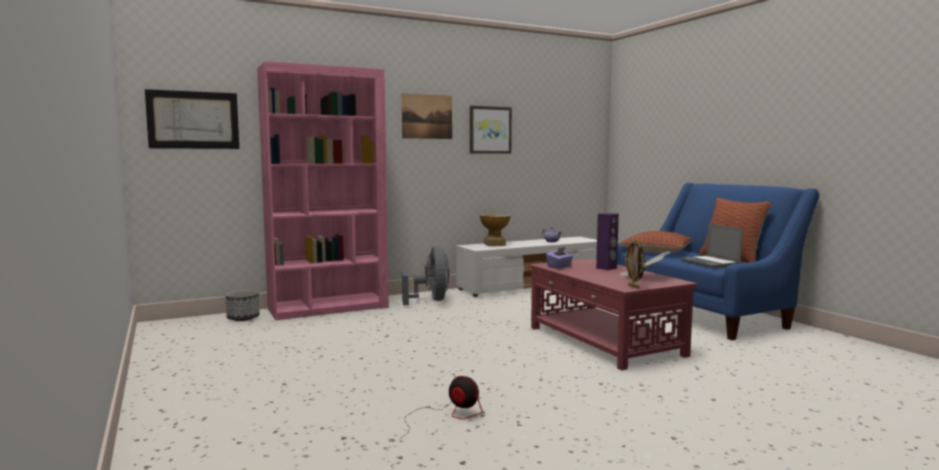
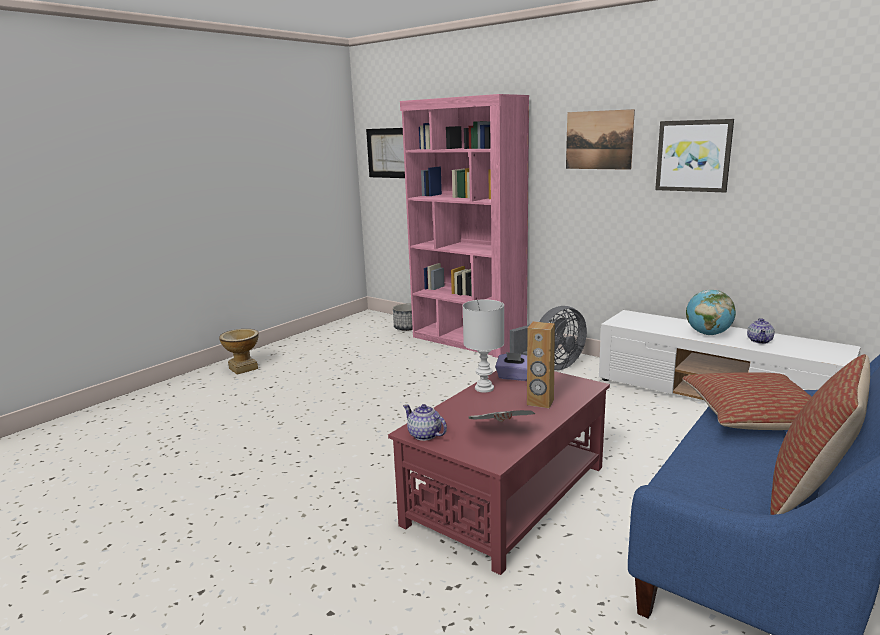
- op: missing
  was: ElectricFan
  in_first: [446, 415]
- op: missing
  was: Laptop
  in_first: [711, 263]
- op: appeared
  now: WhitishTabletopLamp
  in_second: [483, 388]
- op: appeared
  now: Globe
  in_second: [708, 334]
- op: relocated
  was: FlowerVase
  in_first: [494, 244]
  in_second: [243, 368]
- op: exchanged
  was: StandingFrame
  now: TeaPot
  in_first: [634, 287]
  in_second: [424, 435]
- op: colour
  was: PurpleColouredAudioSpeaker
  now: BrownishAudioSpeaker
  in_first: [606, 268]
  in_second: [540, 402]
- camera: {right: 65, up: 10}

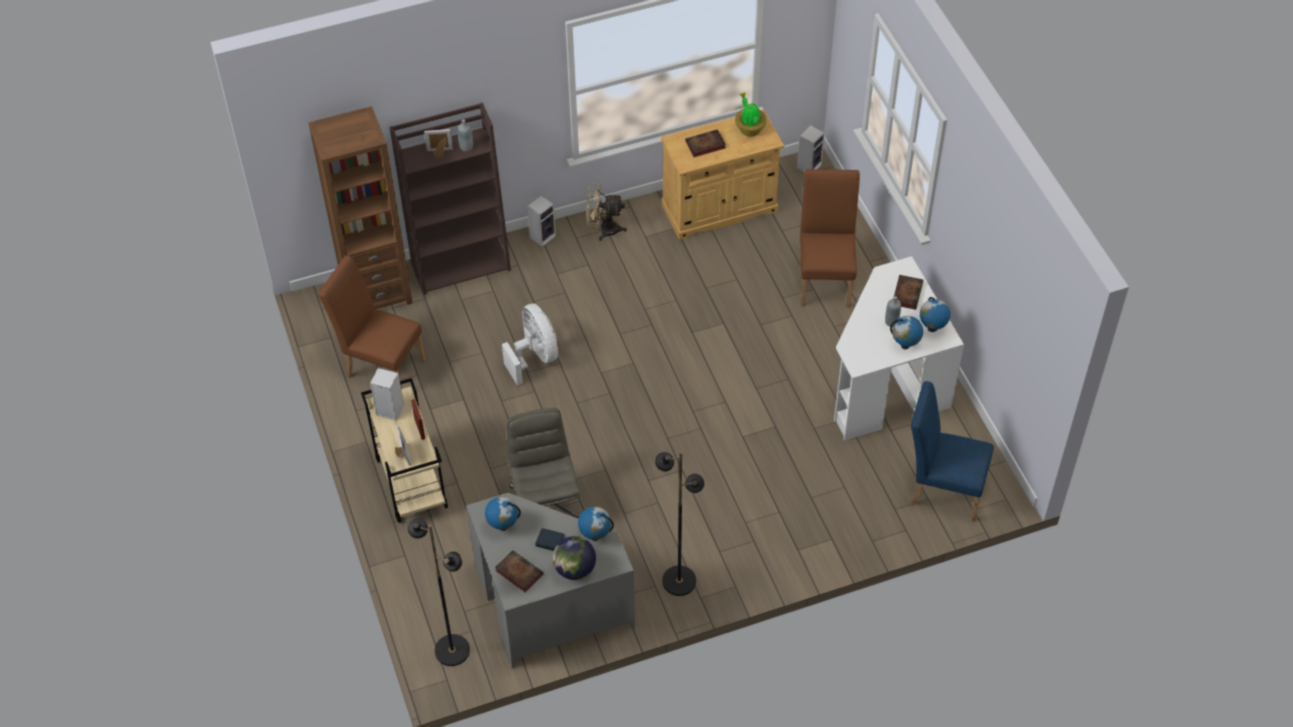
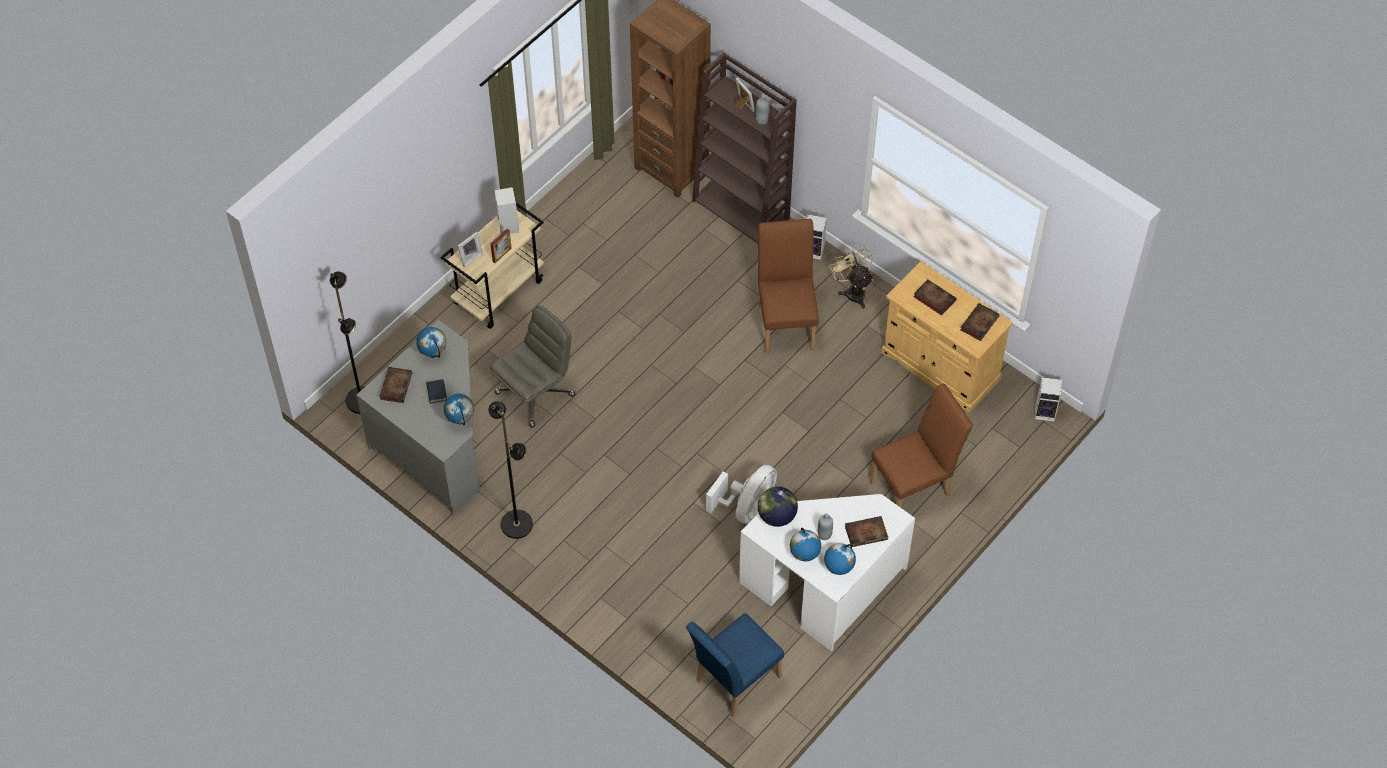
- op: relocated
  was: BrownishUprightChair
  in_first: [381, 365]
  in_second: [786, 321]
- op: relocated
  was: WhitishElectricFan
  in_first: [535, 357]
  in_second: [747, 507]
- op: relocated
  was: Globe
  in_first: [574, 569]
  in_second: [776, 516]
- op: exchanged
  was: PlantInAPot
  now: Book
  in_first: [749, 128]
  in_second: [979, 322]
- op: spun
  was: BluishUprightChair
  in_first: [941, 489]
  in_second: [733, 682]
  clockwise: -120
- camera: {right: 60, up: 5}

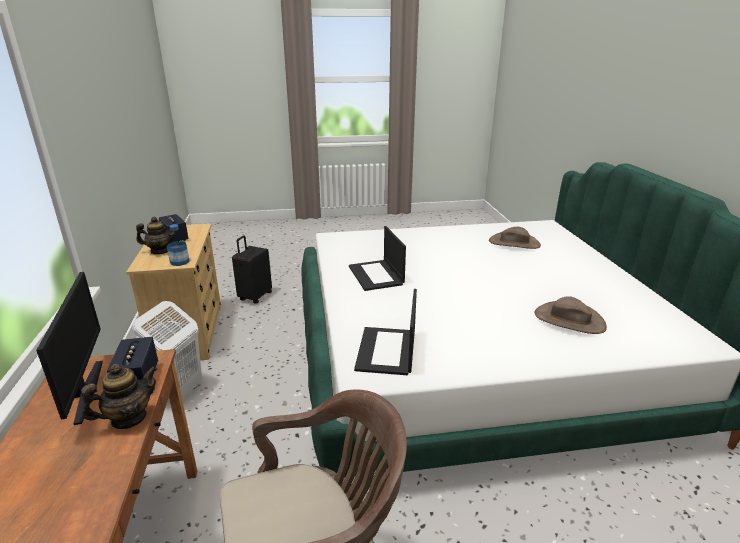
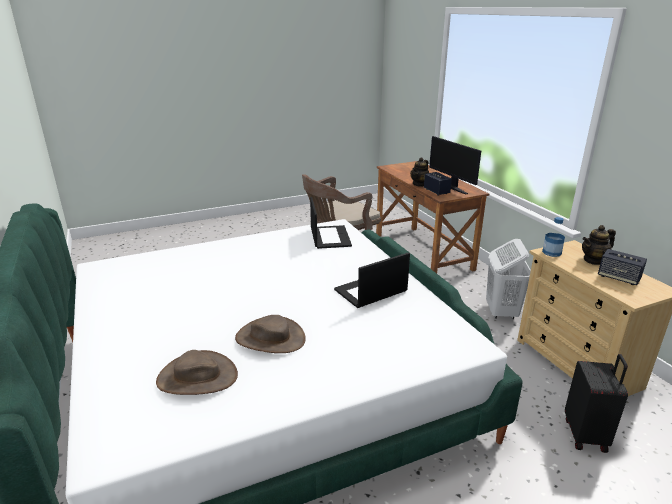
- op: relocated
  was: BrownishWearableHat
  in_first: [569, 320]
  in_second: [270, 338]
- op: spun
  was: Laptop
  in_first: [376, 275]
  in_second: [370, 291]
  clockwise: -90
- camera: {right: 165, up: 0}

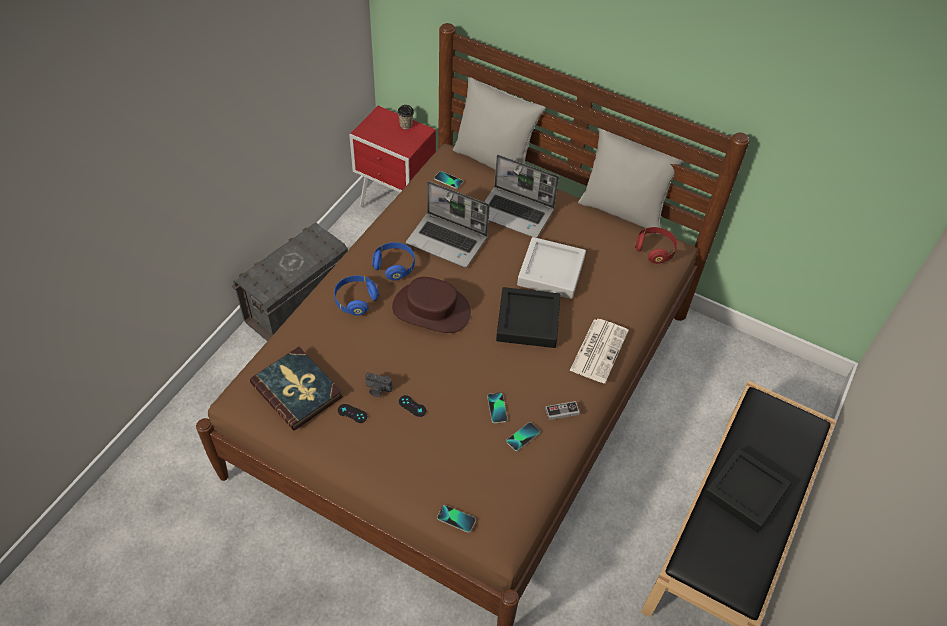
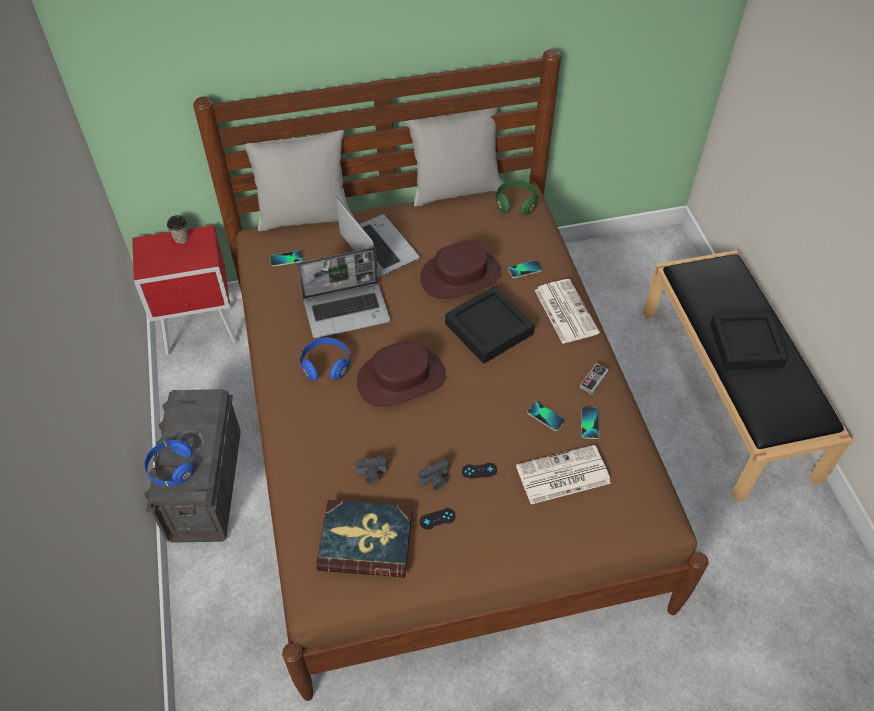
- op: appeared
  now: StillCamera
  in_second: [372, 475]
- op: appeared
  now: PrintedPaper
  in_second: [562, 476]
- op: relocated
  was: BluishPairOfHeadphones
  in_first: [356, 300]
  in_second: [171, 468]
- op: relocated
  was: Telephone
  in_first: [456, 519]
  in_second: [524, 269]
- op: exchanged
  was: GrayTray
  now: BrownishWearableHat
  in_first: [551, 272]
  in_second: [460, 276]
- op: colour
  was: RedColouredPairOfHeadphones
  now: GreenishPairOfHeadphones
  in_first: [655, 250]
  in_second: [516, 204]
- op: spun
  was: Laptop
  in_first: [516, 213]
  in_second: [377, 247]
  clockwise: -105
- camera: {right: -40, up: 0}

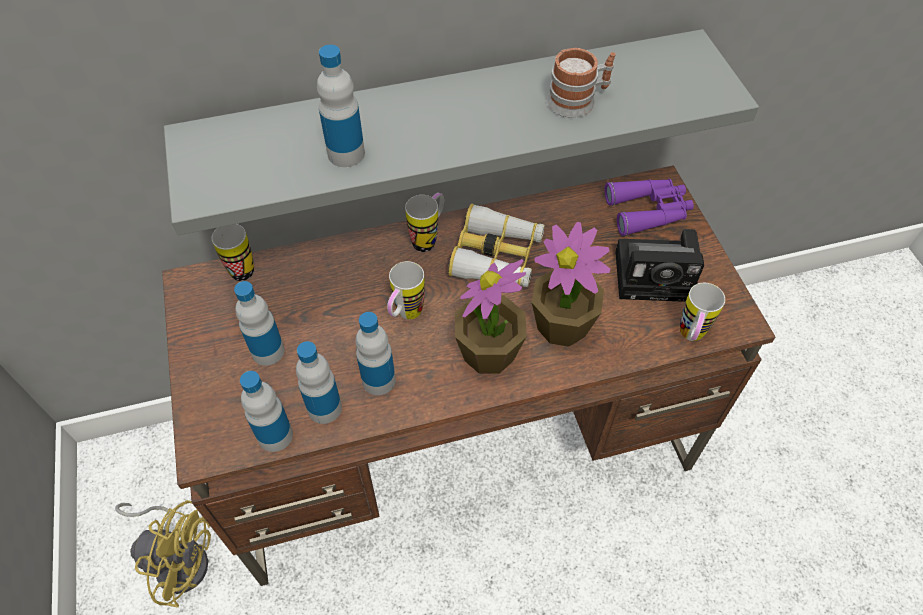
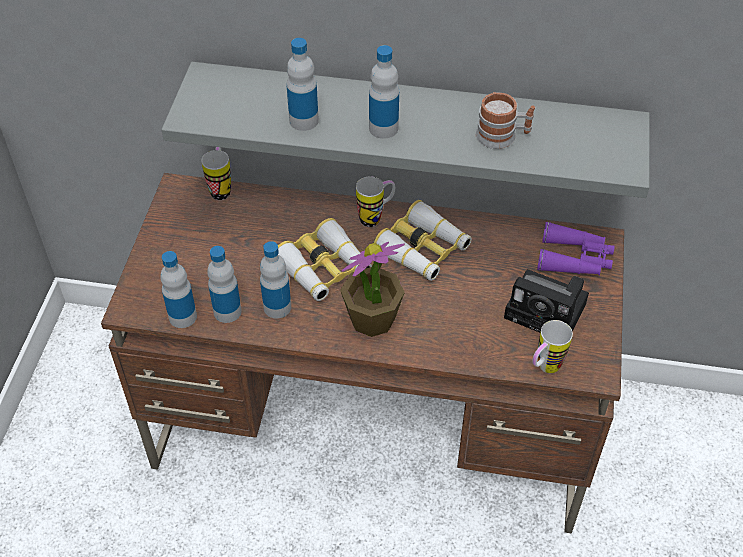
- op: missing
  was: YellowElectricFan
  in_first: [179, 557]
- op: missing
  was: PlantInAPot
  in_first: [562, 325]
- op: relocated
  was: DrinkBottle
  in_first: [268, 351]
  in_second: [383, 128]
- op: exchanged
  was: CoffeeMug
  now: FieldGlasses
  in_first: [405, 316]
  in_second: [324, 269]
- camera: {right: 25, up: -5}

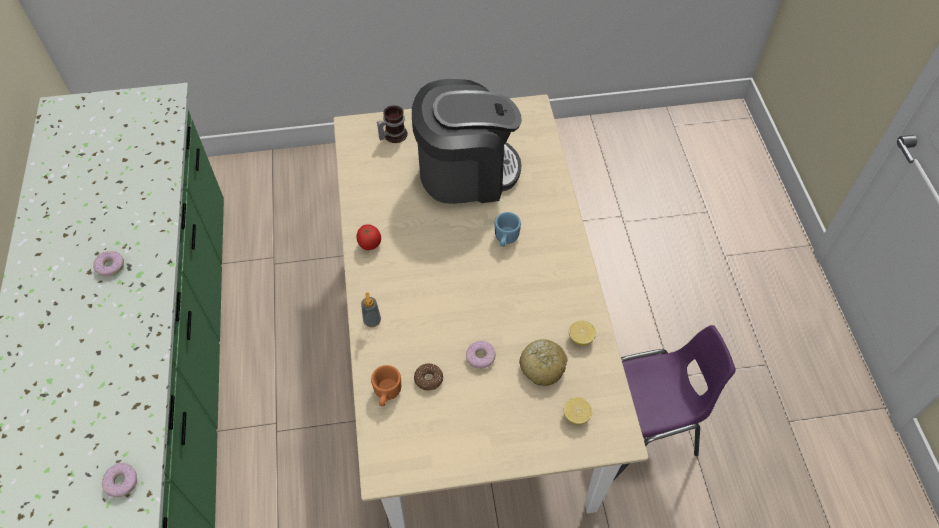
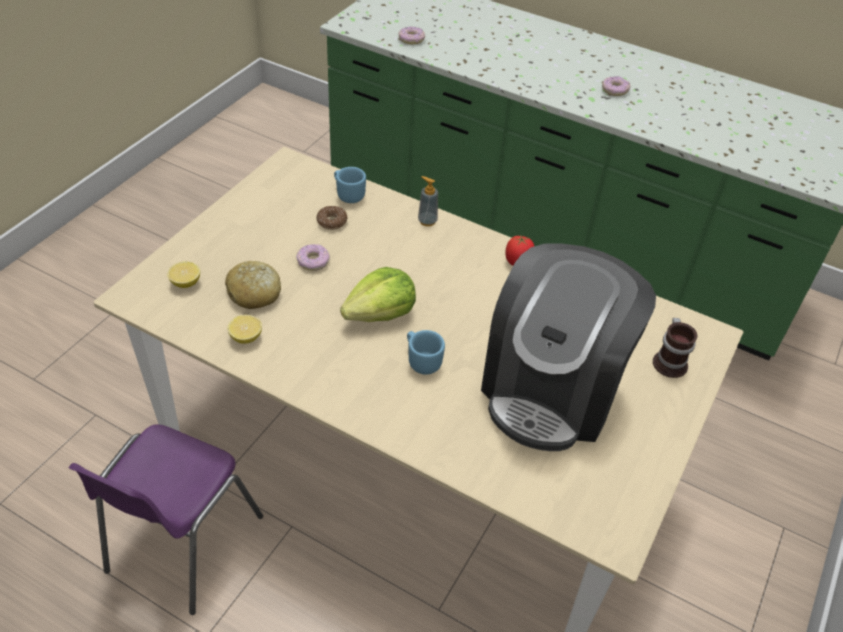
- op: appeared
  now: Lettuce
  in_second: [381, 314]
- op: colour
  was: OrangeyCoffeeMug
  now: BluishCoffeeMug
  in_first: [386, 394]
  in_second: [348, 194]
- camera: {right: 125, up: -10}

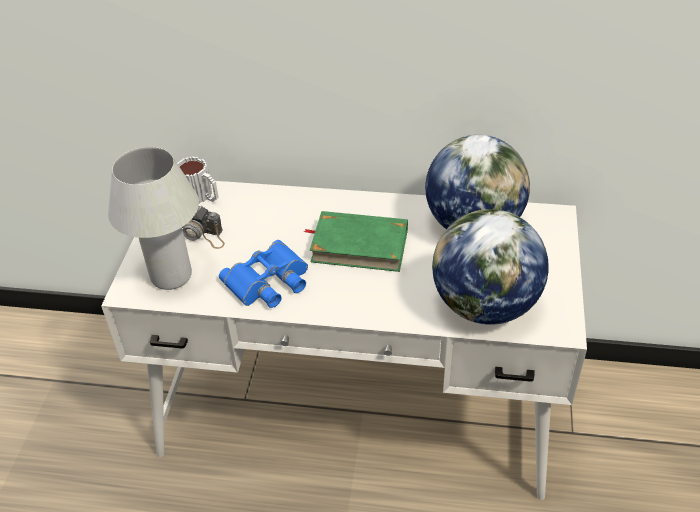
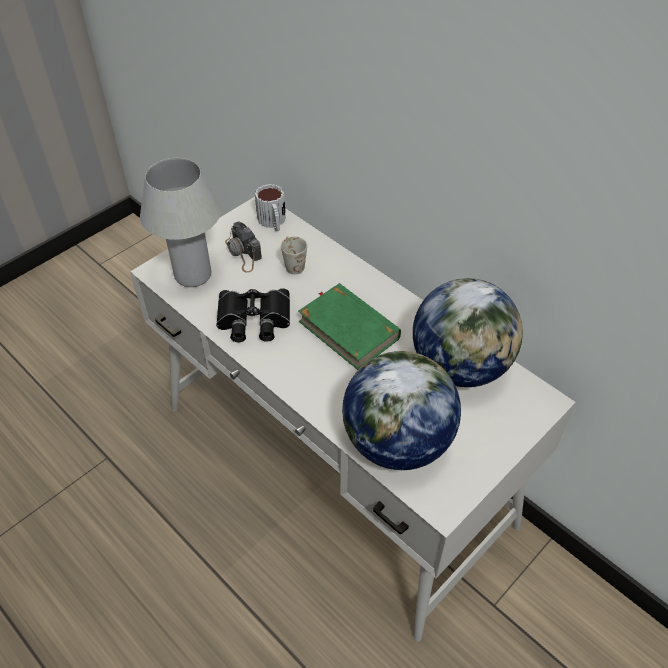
- op: appeared
  now: WhitishCoffeeMug
  in_second: [292, 263]
- op: colour
  was: BluishFieldGlasses
  now: BlackColouredFieldGlasses
  in_first: [269, 282]
  in_second: [253, 320]
- camera: {right: 35, up: 5}

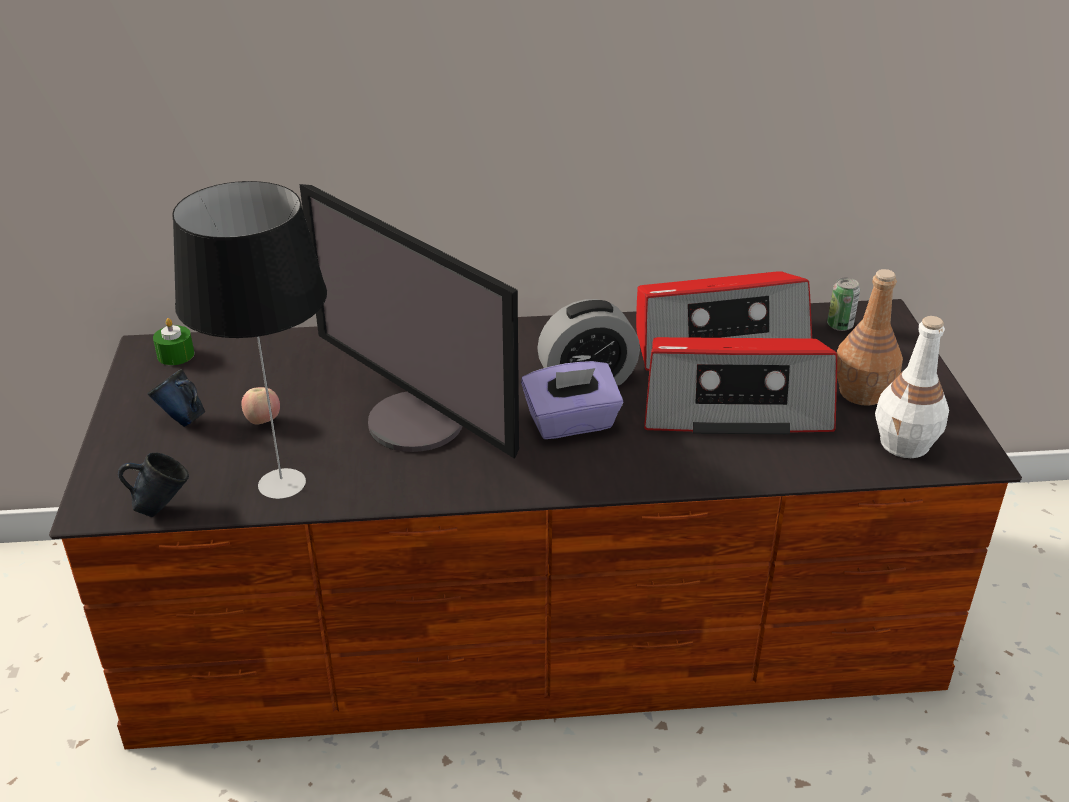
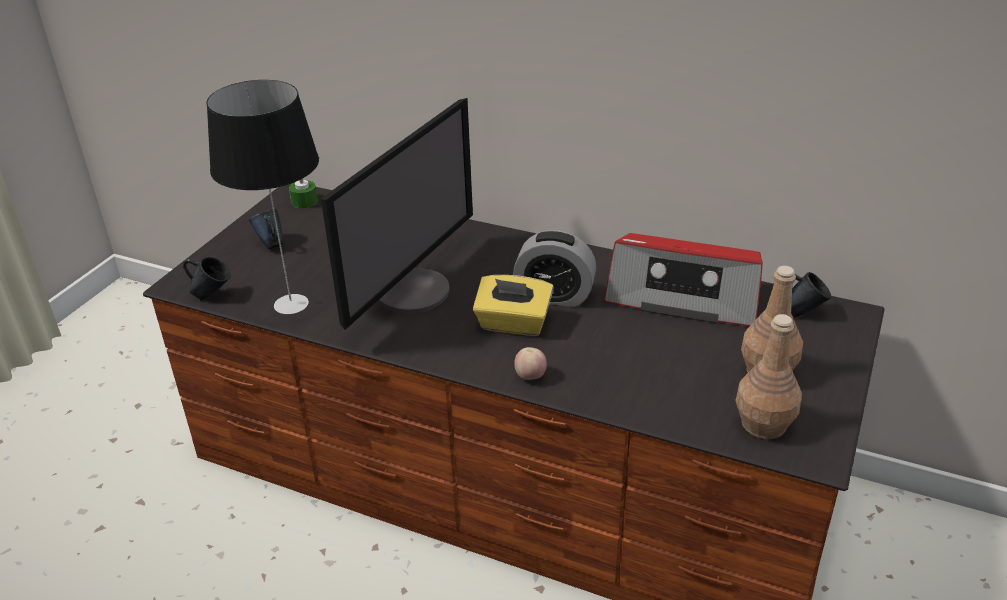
- op: missing
  was: RadioReceiver
  in_first: [734, 407]
- op: relocated
  was: WholeApple
  in_first: [263, 421]
  in_second: [530, 376]
- op: exchanged
  was: SealedCan
  now: BluishCoffeeMug
  in_first: [840, 325]
  in_second: [802, 313]
- op: colour
  was: PurpleColouredTissueBox
  now: YellowTissueBox
  in_first: [571, 423]
  in_second: [513, 324]
- op: colour
  was: WhitishDrinkBottle
  now: BrownishDrinkBottle
  in_first: [905, 444]
  in_second: [764, 425]
- op: spun
  was: ComputerDisplay
  in_first: [419, 422]
  in_second: [411, 290]
  clockwise: -135
- camera: {right: 30, up: 0}

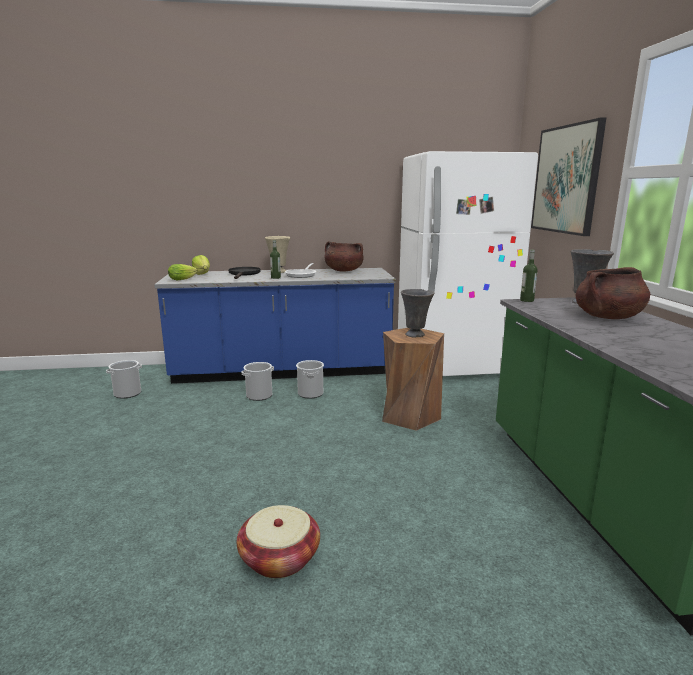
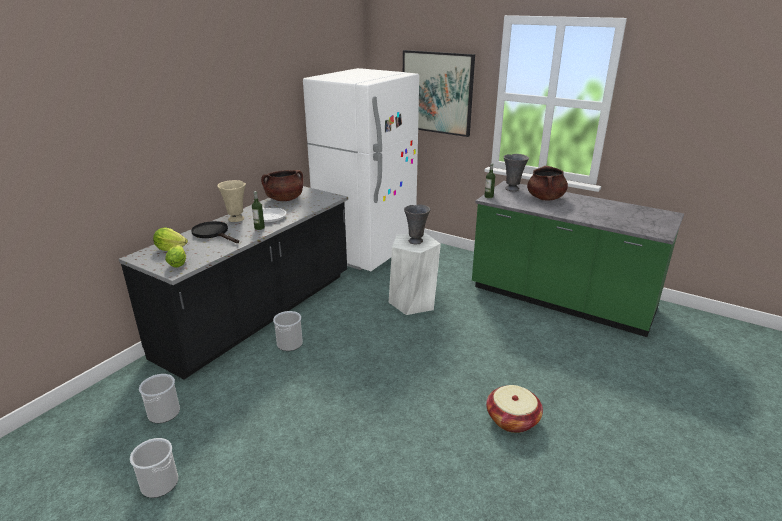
- op: relocated
  was: Pail
  in_first: [310, 393]
  in_second: [159, 483]
- op: colour
  was: BluishKitchenCounter
  now: BlackColouredKitchenCounter
  in_first: [282, 371]
  in_second: [260, 314]
- op: colour
  was: BrownishStoolSeat
  now: WhitishStoolSeat
  in_first: [409, 416]
  in_second: [413, 302]
- camera: {right: -50, up: 10}

